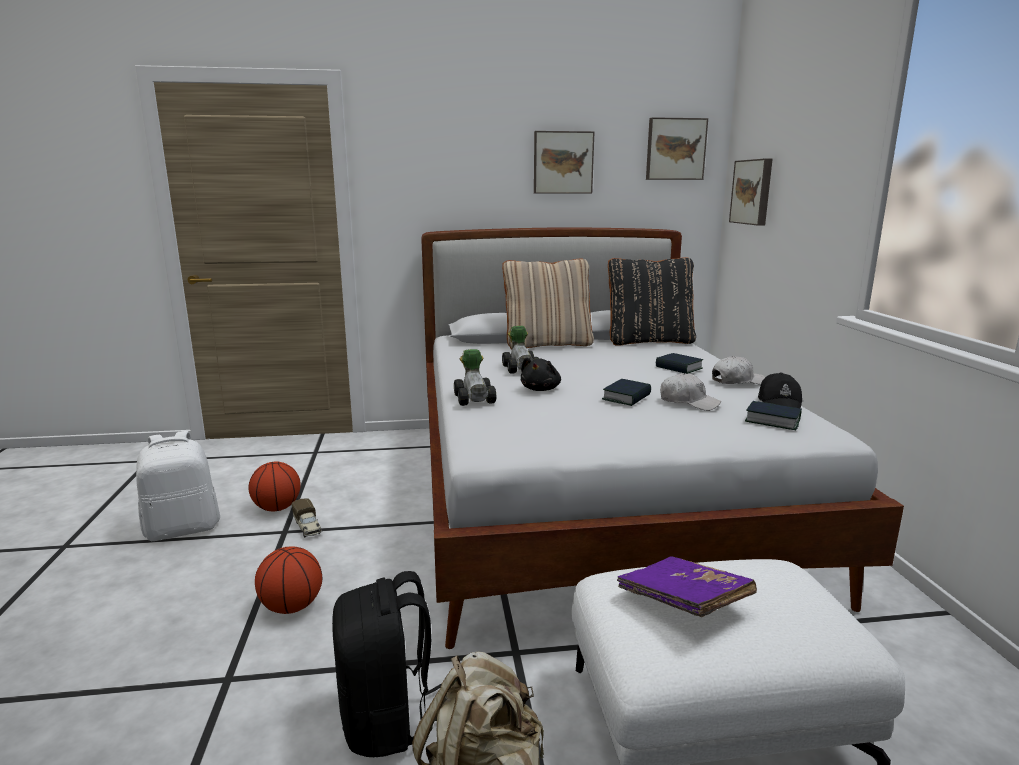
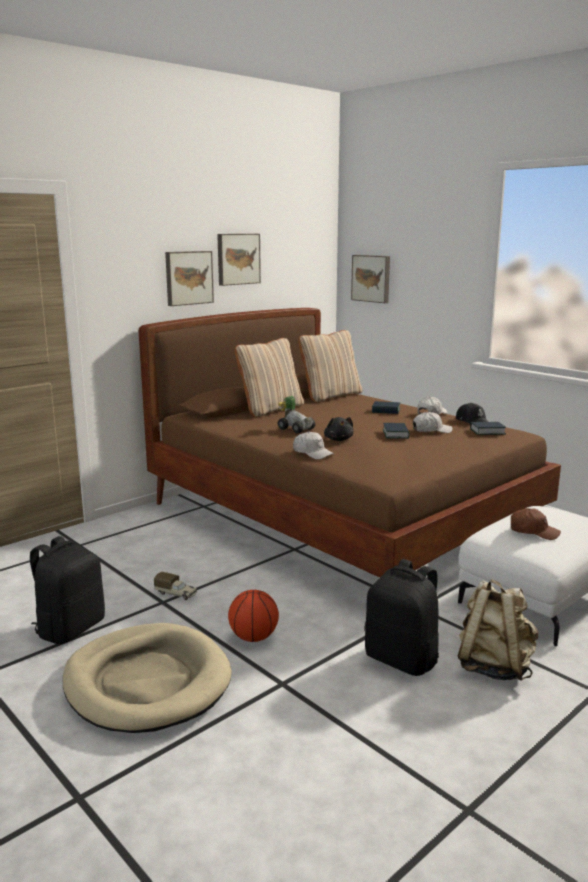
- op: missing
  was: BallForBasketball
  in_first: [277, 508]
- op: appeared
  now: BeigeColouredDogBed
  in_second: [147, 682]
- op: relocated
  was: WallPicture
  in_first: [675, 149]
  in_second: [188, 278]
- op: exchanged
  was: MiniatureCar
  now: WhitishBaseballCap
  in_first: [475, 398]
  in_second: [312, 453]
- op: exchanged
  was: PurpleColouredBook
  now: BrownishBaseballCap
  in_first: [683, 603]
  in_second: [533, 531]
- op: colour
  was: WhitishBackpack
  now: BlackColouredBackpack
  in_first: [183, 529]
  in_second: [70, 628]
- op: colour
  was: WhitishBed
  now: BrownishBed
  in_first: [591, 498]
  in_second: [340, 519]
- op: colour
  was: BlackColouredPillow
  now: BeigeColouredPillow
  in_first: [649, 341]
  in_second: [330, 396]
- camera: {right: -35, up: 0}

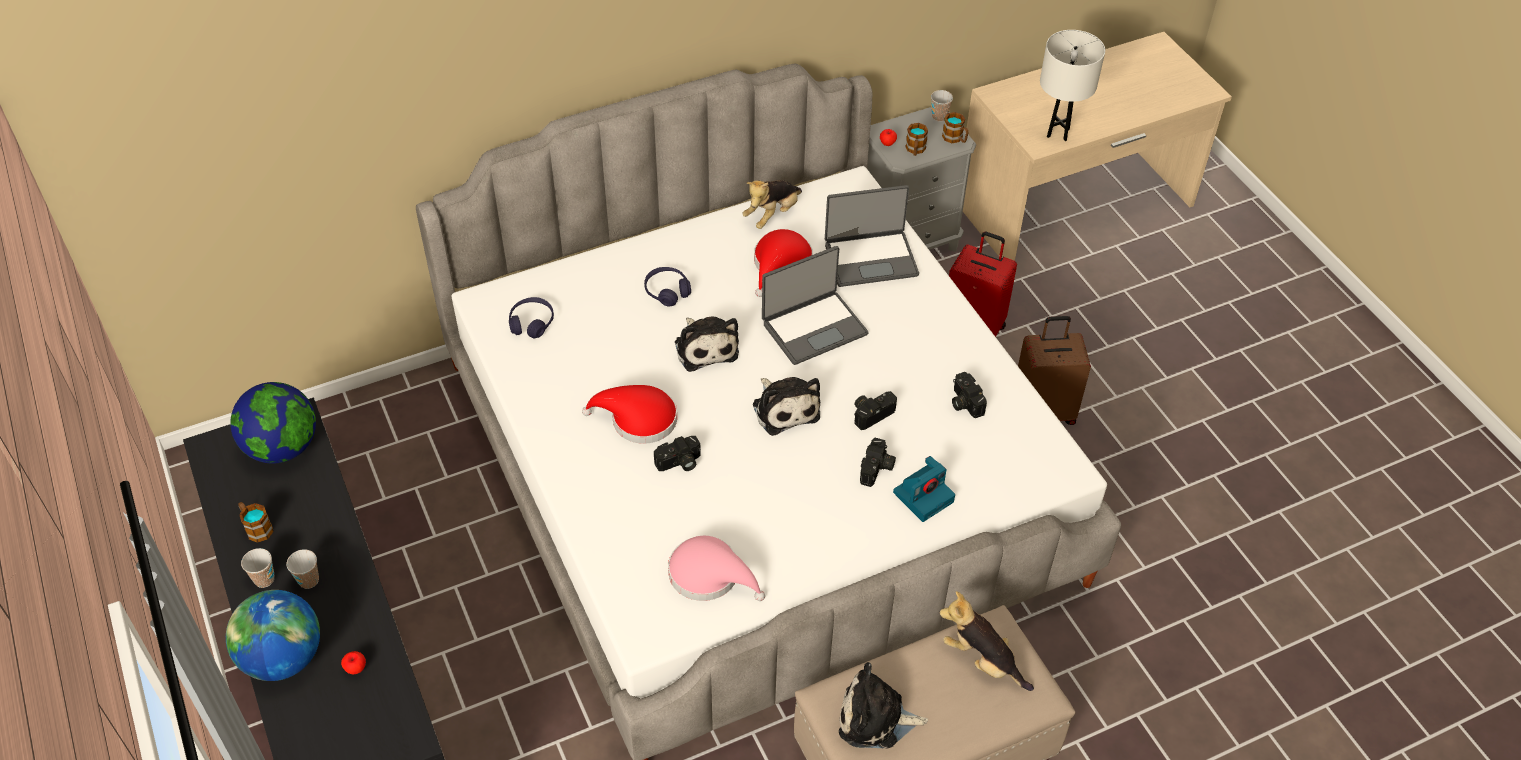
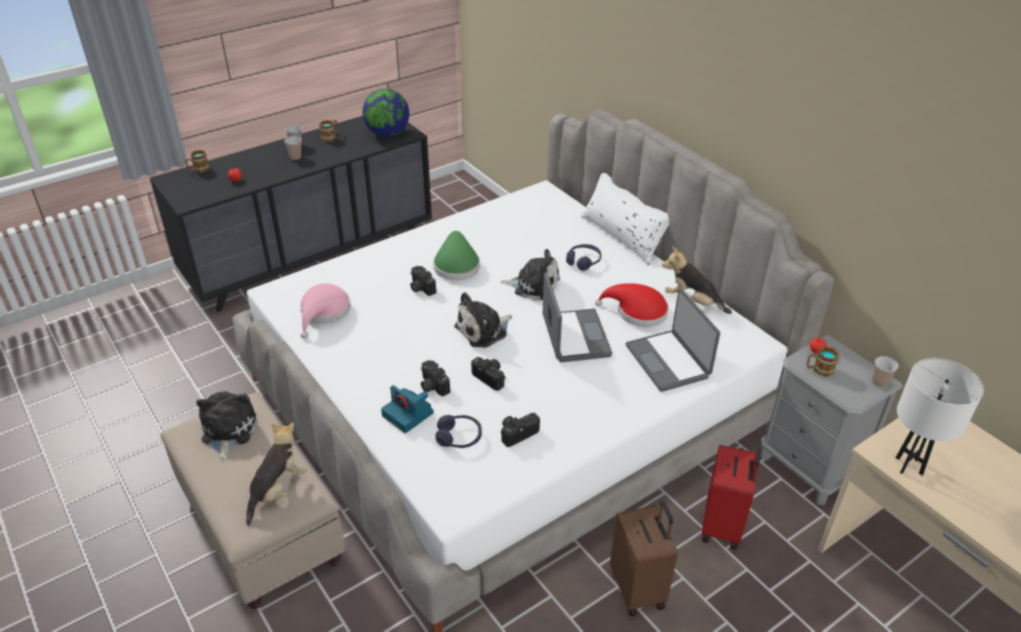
- op: missing
  was: Globe
  in_first: [283, 658]
- op: appeared
  now: WhitishPillow
  in_second: [622, 236]
- op: relocated
  was: PurpleColouredPairOfHeadphones
  in_first: [531, 323]
  in_second: [459, 437]
- op: relocated
  was: CoffeeMug
  in_first: [955, 139]
  in_second: [198, 170]
- op: colour
  was: RedColouredWearableHat
  now: GreenishWearableHat
  in_first: [638, 419]
  in_second: [456, 265]
- op: spun
  was: SoftToy
  in_first: [705, 347]
  in_second: [534, 285]
  clockwise: -135
- op: spun
  was: Laptop
  in_first: [813, 327]
  in_second: [574, 336]
  clockwise: -150
- op: spun
  was: StillCamera
  in_first: [877, 469]
  in_second: [432, 385]
  clockwise: 45
- camera: {right: 80, up: -10}

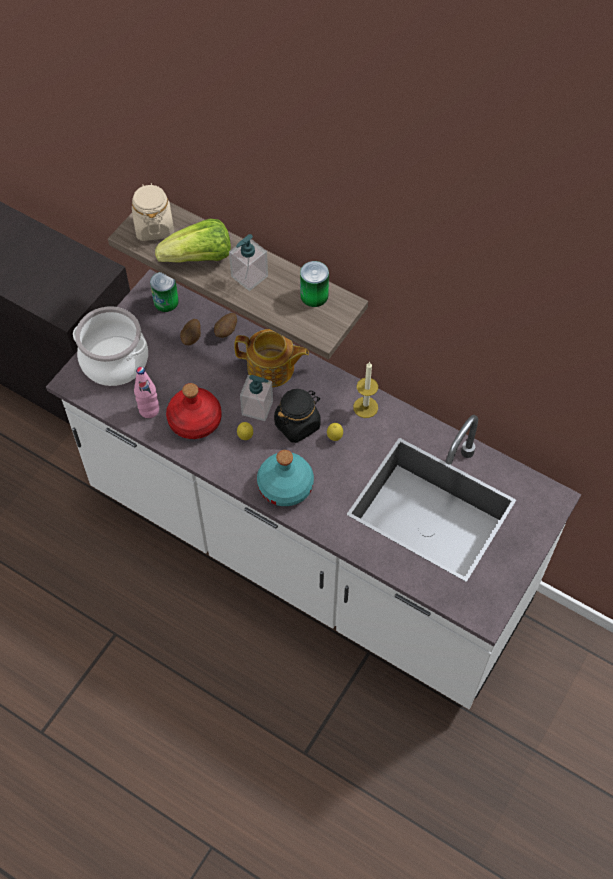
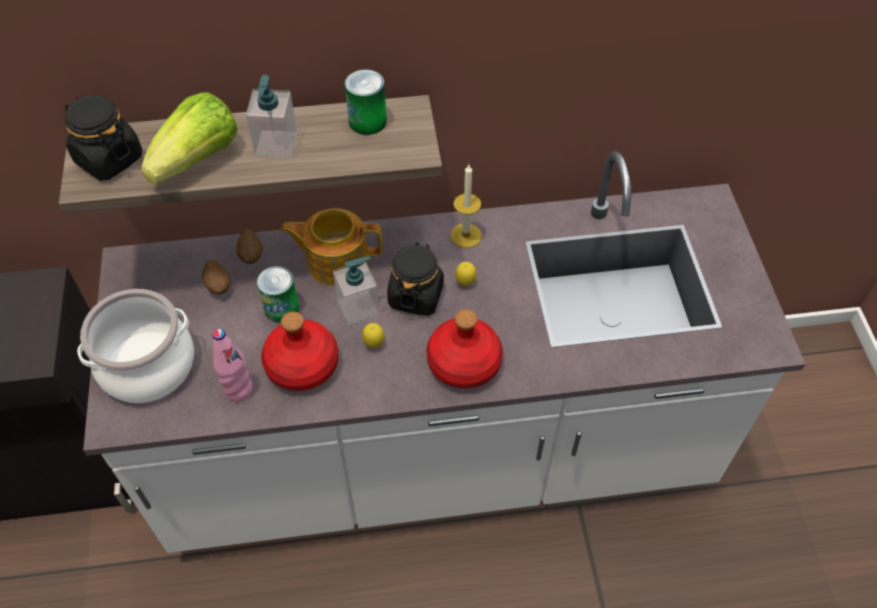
- op: relocated
  was: SealedCan
  in_first: [166, 302]
  in_second: [281, 308]
- op: colour
  was: BeigeColouredStorageJar
  now: BlackColouredStorageJar
  in_first: [154, 227]
  in_second: [108, 159]
- op: colour
  was: TurquoiseDrinkBottle
  now: RedColouredDrinkBottle
  in_first: [286, 485]
  in_second: [464, 362]
- op: spun
  was: TeaPot
  in_first: [272, 369]
  in_second: [336, 260]
  clockwise: -150
- camera: {right: -40, up: -5}

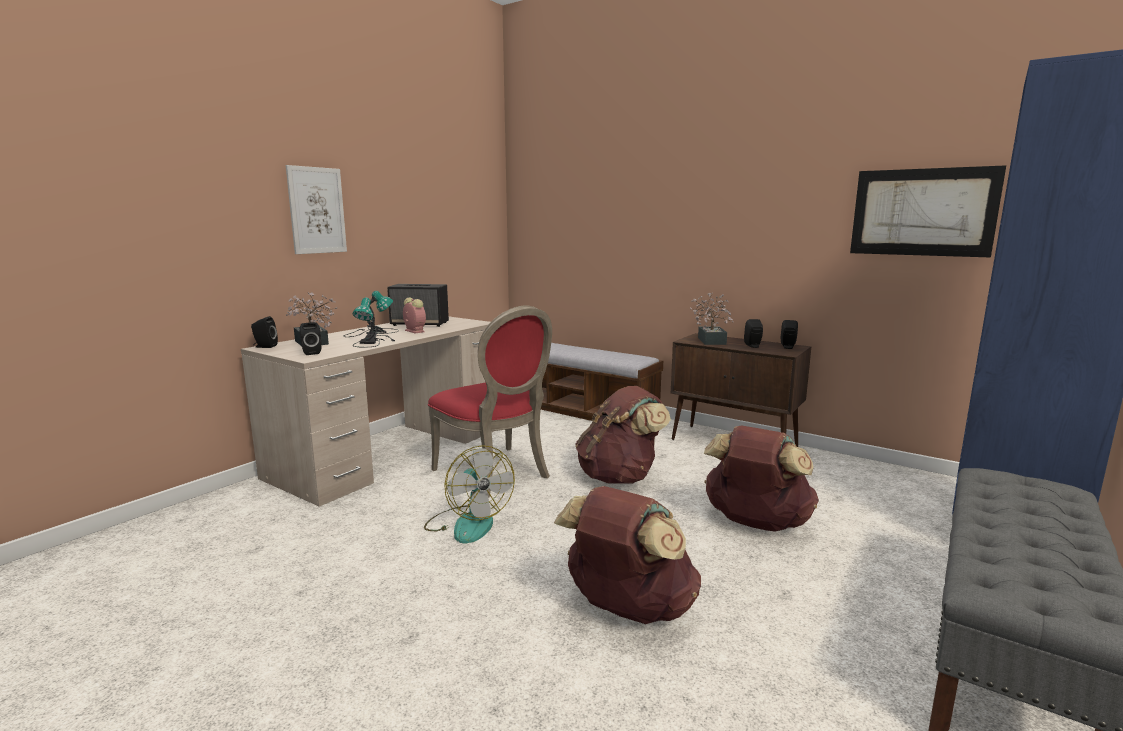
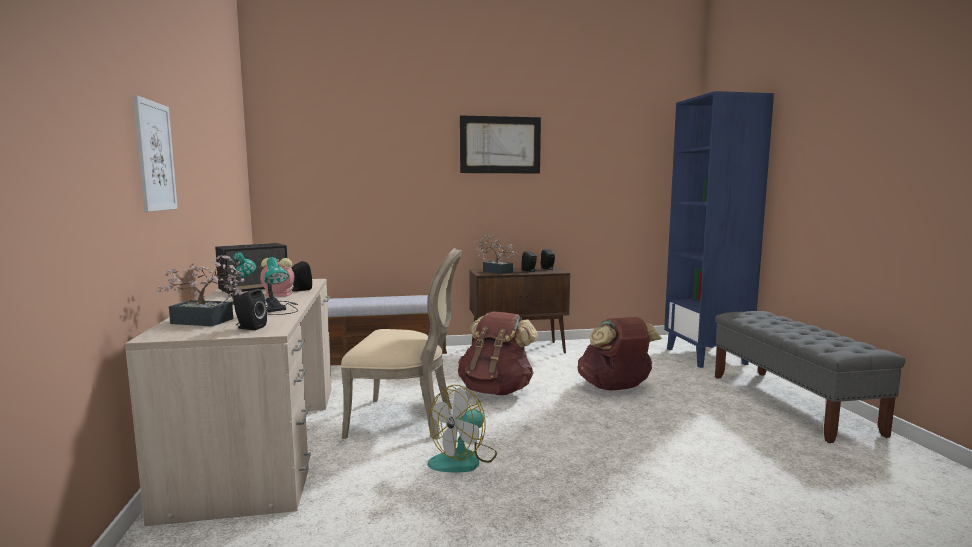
- op: missing
  was: BrownishBackpack
  in_first: [627, 609]
- op: relocated
  was: BlackColouredAudioSpeaker
  in_first: [264, 346]
  in_second: [300, 290]
- op: relocated
  was: WallPicture
  in_first: [922, 212]
  in_second: [500, 145]
- op: colour
  was: RedColouredUprightChair
  now: BeigeColouredUprightChair
  in_first: [496, 474]
  in_second: [406, 420]
- op: spun
  was: ElectricFan
  in_first: [468, 523]
  in_second: [464, 459]
  clockwise: 120
- camera: {right: -45, up: -5}

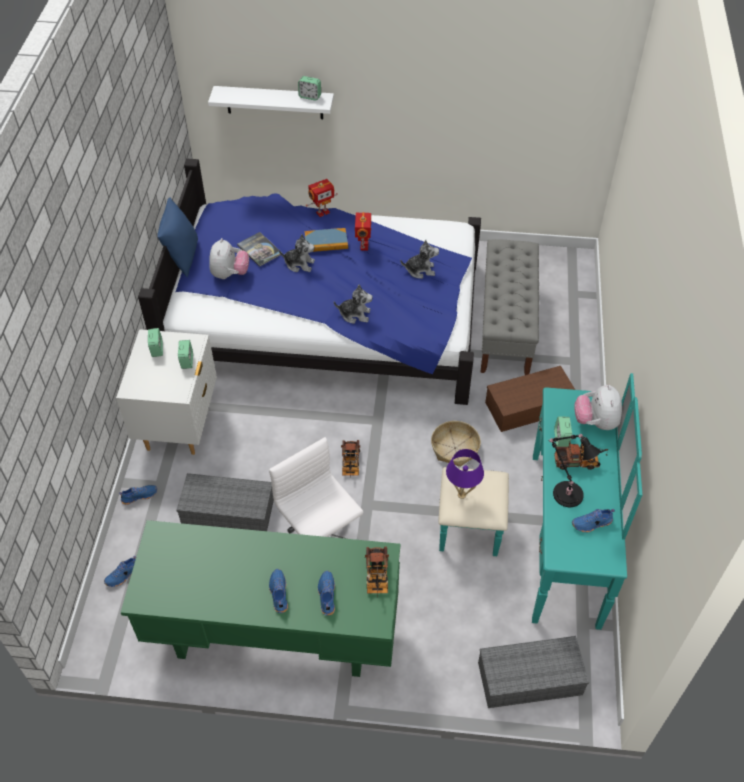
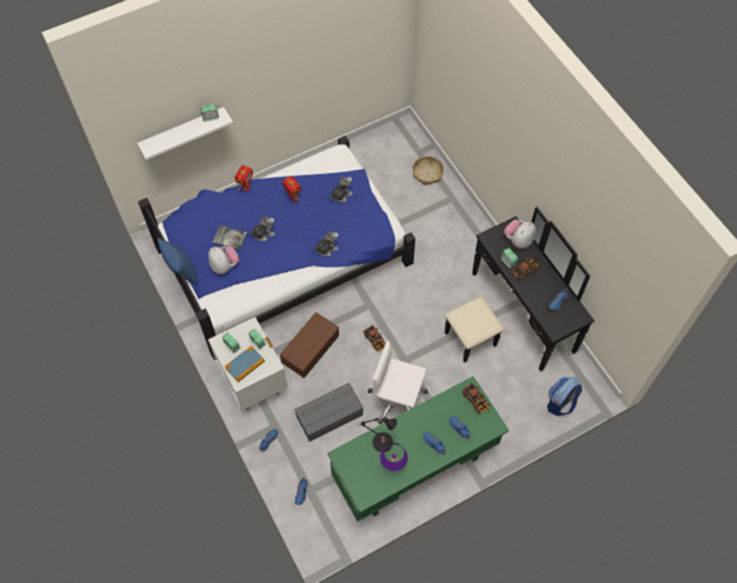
- op: missing
  was: GrayIndoorBench
  in_first: [505, 325]
- op: relocated
  was: Book
  in_first: [326, 242]
  in_second: [245, 365]
- op: relocated
  was: StorageBasket
  in_first: [455, 448]
  in_second: [427, 173]
- op: relocated
  was: PurpleColouredTabletopLamp
  in_first: [462, 495]
  in_second: [393, 467]
- op: relocated
  was: BrownishStorageContainer
  in_first: [529, 405]
  in_second: [310, 348]
- op: relocated
  was: BlackColouredTabletopLamp
  in_first: [566, 492]
  in_second: [380, 441]
- op: exchanged
  was: GrayStorageContainer
  now: Backpack
  in_first: [528, 679]
  in_second: [560, 403]
- op: colour
  was: TurquoiseDresser
  now: BlackColouredDresser
  in_first: [542, 536]
  in_second: [511, 318]
- op: spun
  was: SoftToy
  in_first: [595, 422]
  in_second: [518, 240]
  clockwise: 75
- camera: {right: -35, up: 10}

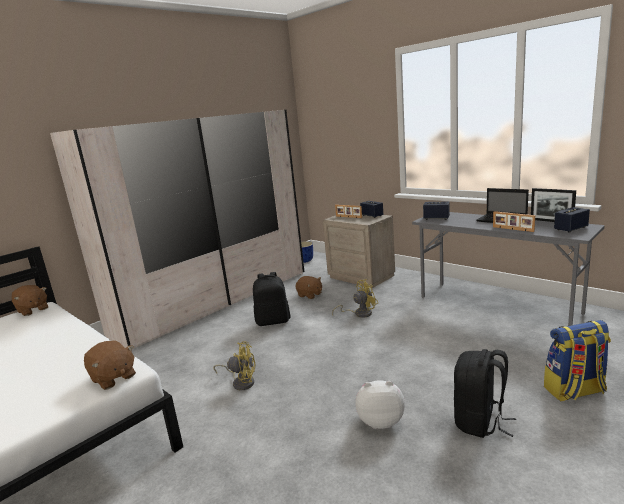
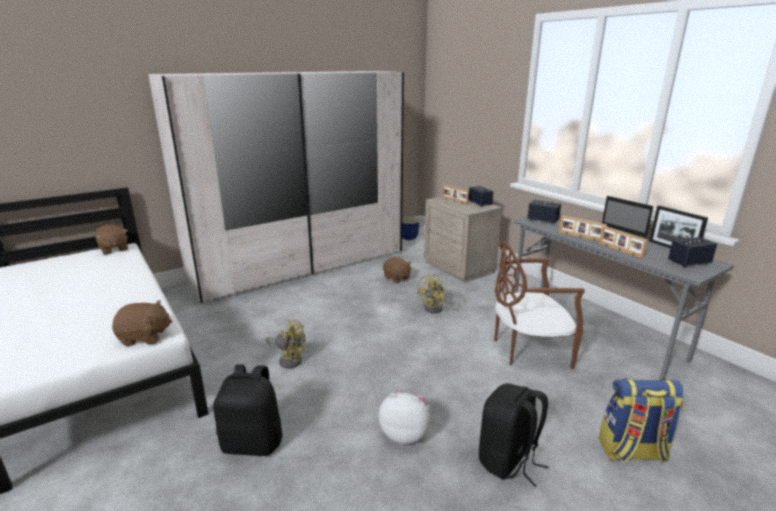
- op: appeared
  now: BrownishUprightChair
  in_second: [528, 350]
- op: appeared
  now: StandingFrame
  in_second: [580, 237]
- op: relocated
  was: BlackColouredBackpack
  in_first: [273, 321]
  in_second: [253, 443]
- op: spun
  was: BrownishSoftToy
  in_first: [113, 378]
  in_second: [145, 337]
  clockwise: -60
- op: spun
  was: YellowElectricFan
  in_first: [359, 313]
  in_second: [438, 309]
  clockwise: 150
- camera: {right: 10, up: 5}

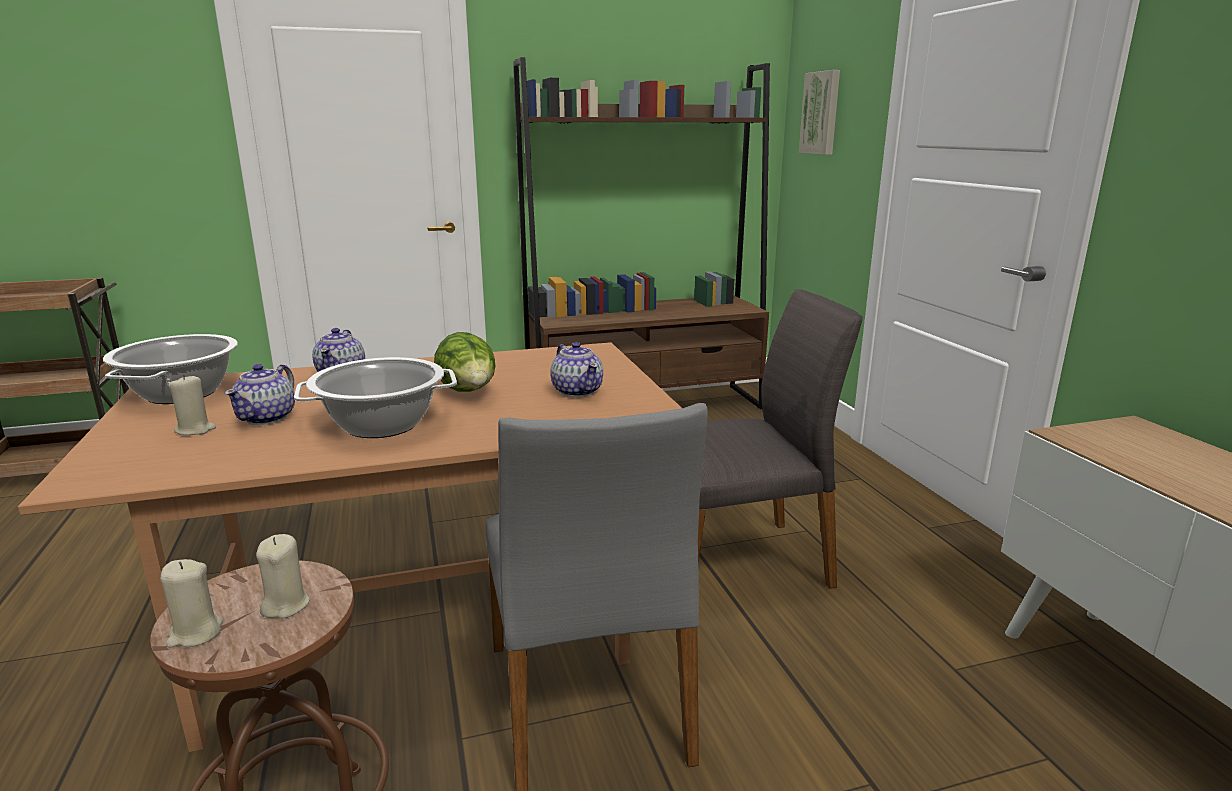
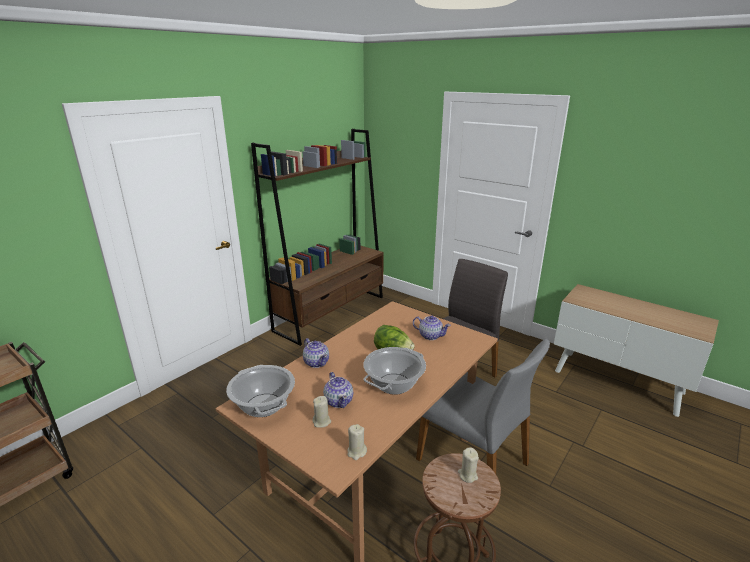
- op: missing
  was: WallPicture
  in_first: [821, 113]
- op: relocated
  was: BeigeColouredCandle
  in_first: [195, 633]
  in_second: [356, 452]
- camera: {right: -35, up: 5}

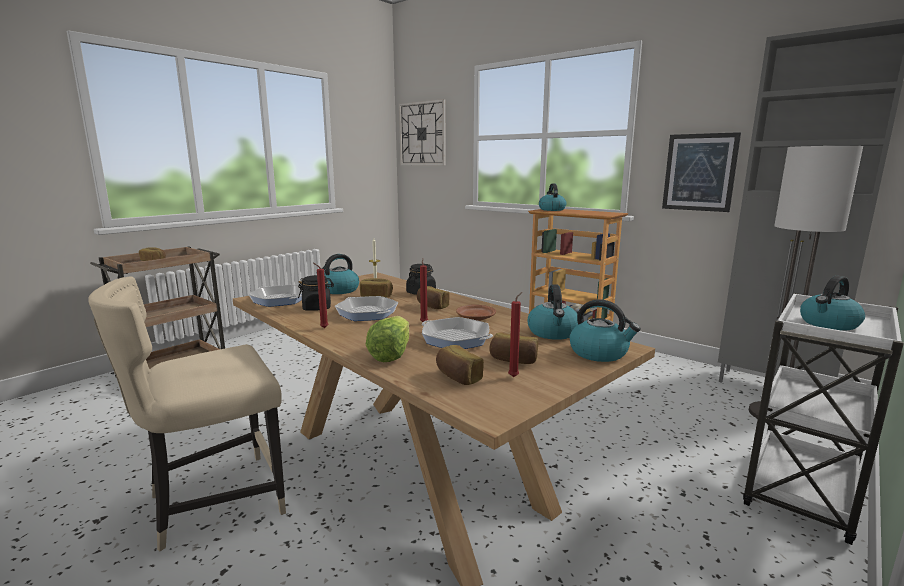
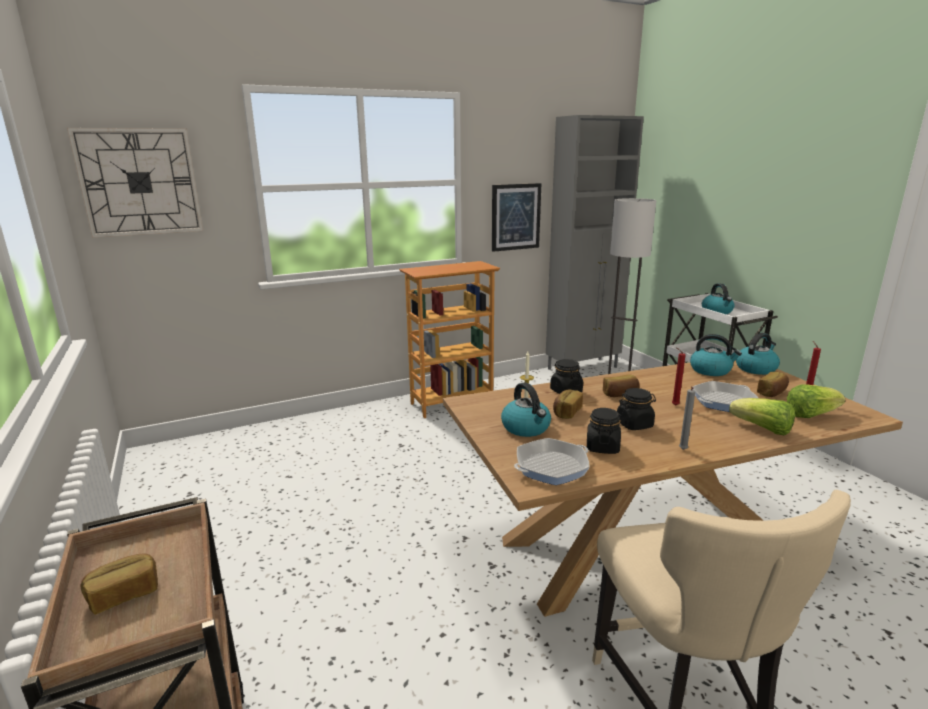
- op: missing
  was: BrownishDinnerPlate
  in_first: [475, 318]
- op: missing
  was: TeaKettle
  in_first: [551, 209]
- op: exchanged
  was: FryingPan
  now: BlackColouredStorageJar
  in_first: [367, 313]
  in_second: [634, 424]
- op: exchanged
  was: BakeryBread
  now: Lettuce
  in_first: [457, 377]
  in_second: [810, 414]
- op: colour
  was: RedColouredCandle
  now: GrayCandle
  in_first: [323, 328]
  in_second: [682, 450]
- camera: {right: -65, up: 5}

